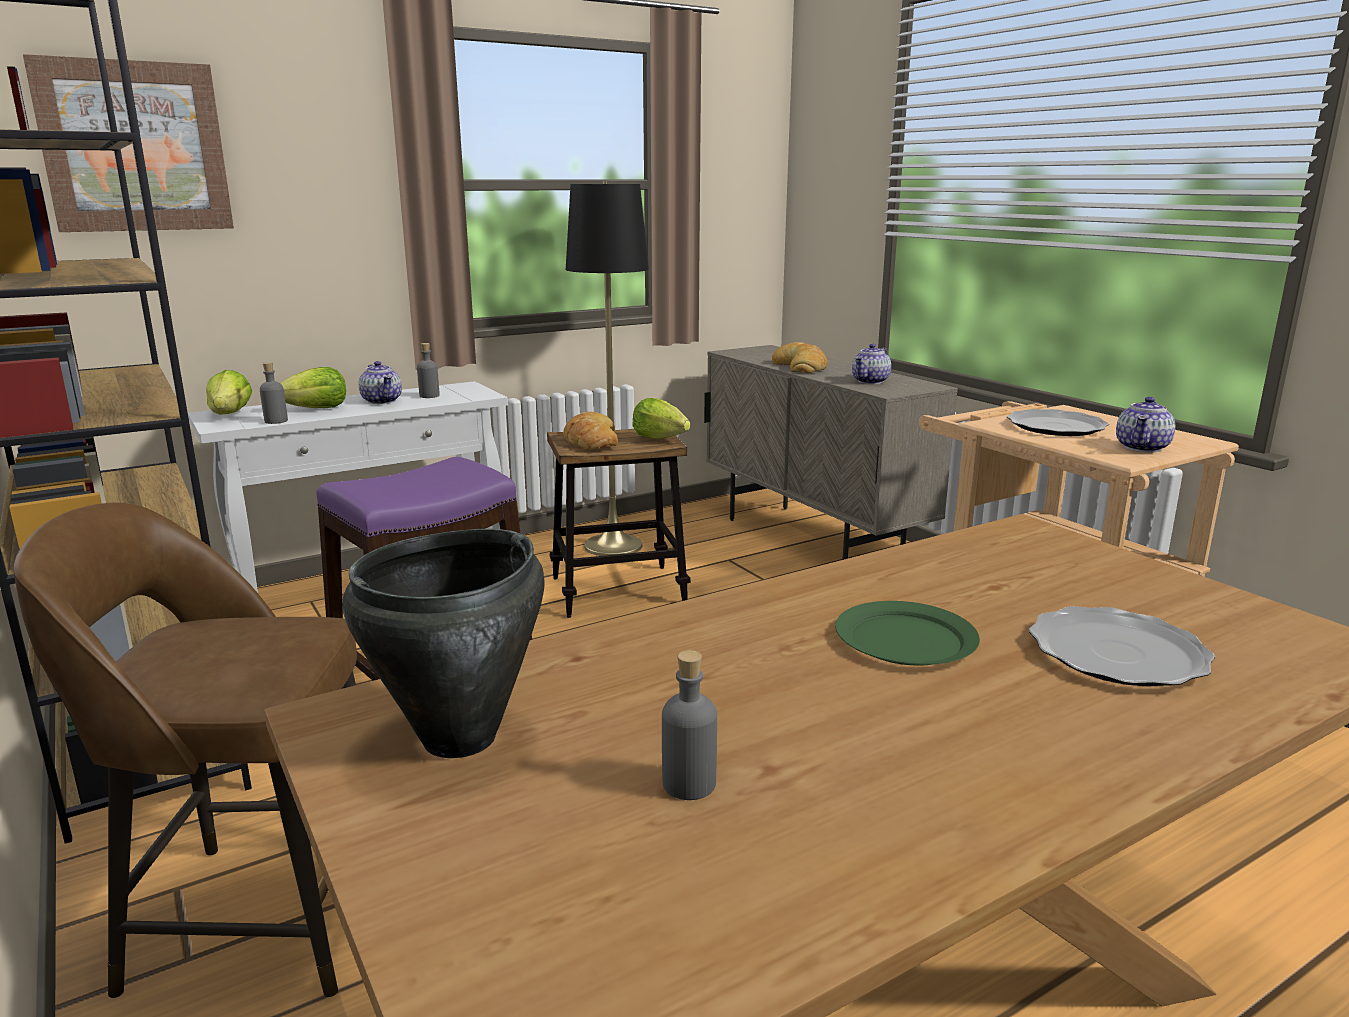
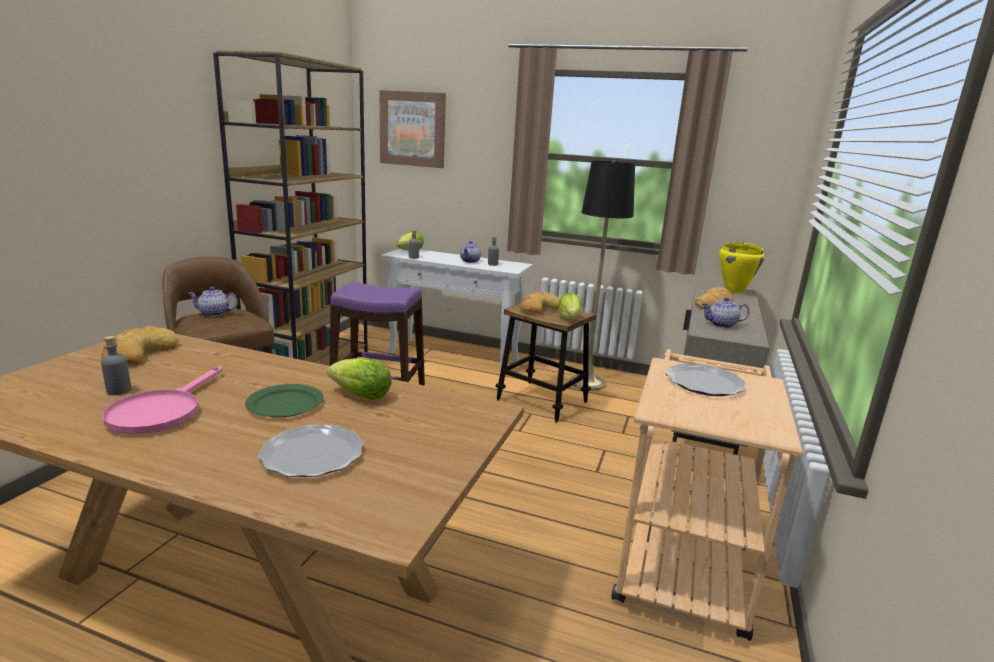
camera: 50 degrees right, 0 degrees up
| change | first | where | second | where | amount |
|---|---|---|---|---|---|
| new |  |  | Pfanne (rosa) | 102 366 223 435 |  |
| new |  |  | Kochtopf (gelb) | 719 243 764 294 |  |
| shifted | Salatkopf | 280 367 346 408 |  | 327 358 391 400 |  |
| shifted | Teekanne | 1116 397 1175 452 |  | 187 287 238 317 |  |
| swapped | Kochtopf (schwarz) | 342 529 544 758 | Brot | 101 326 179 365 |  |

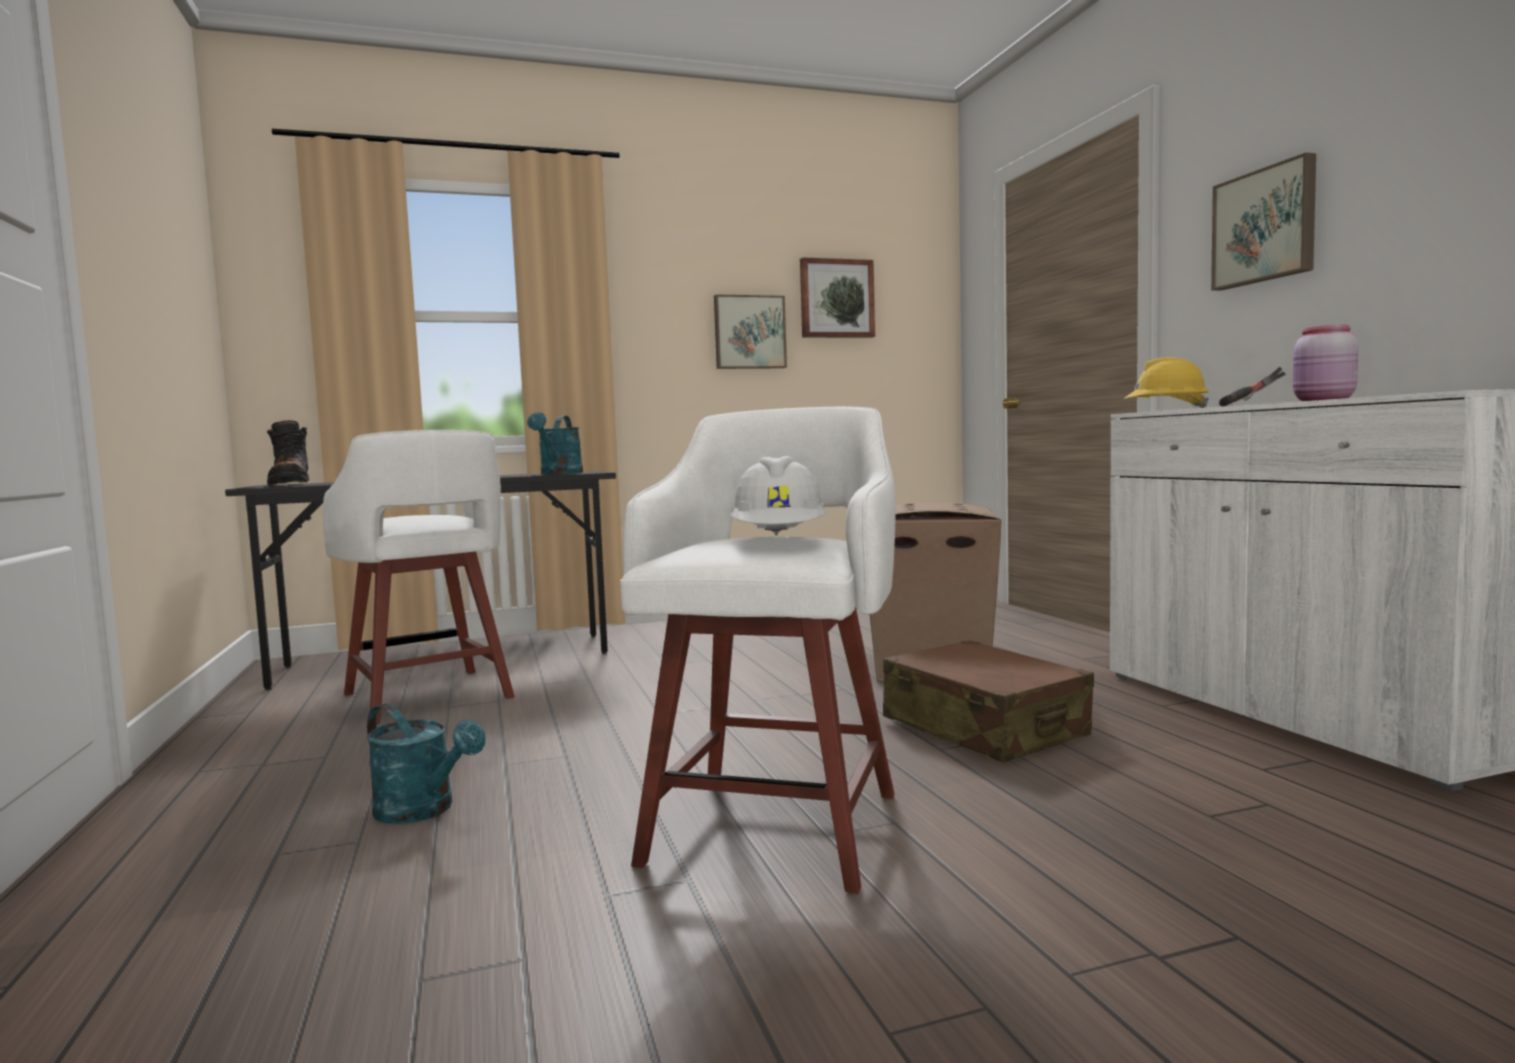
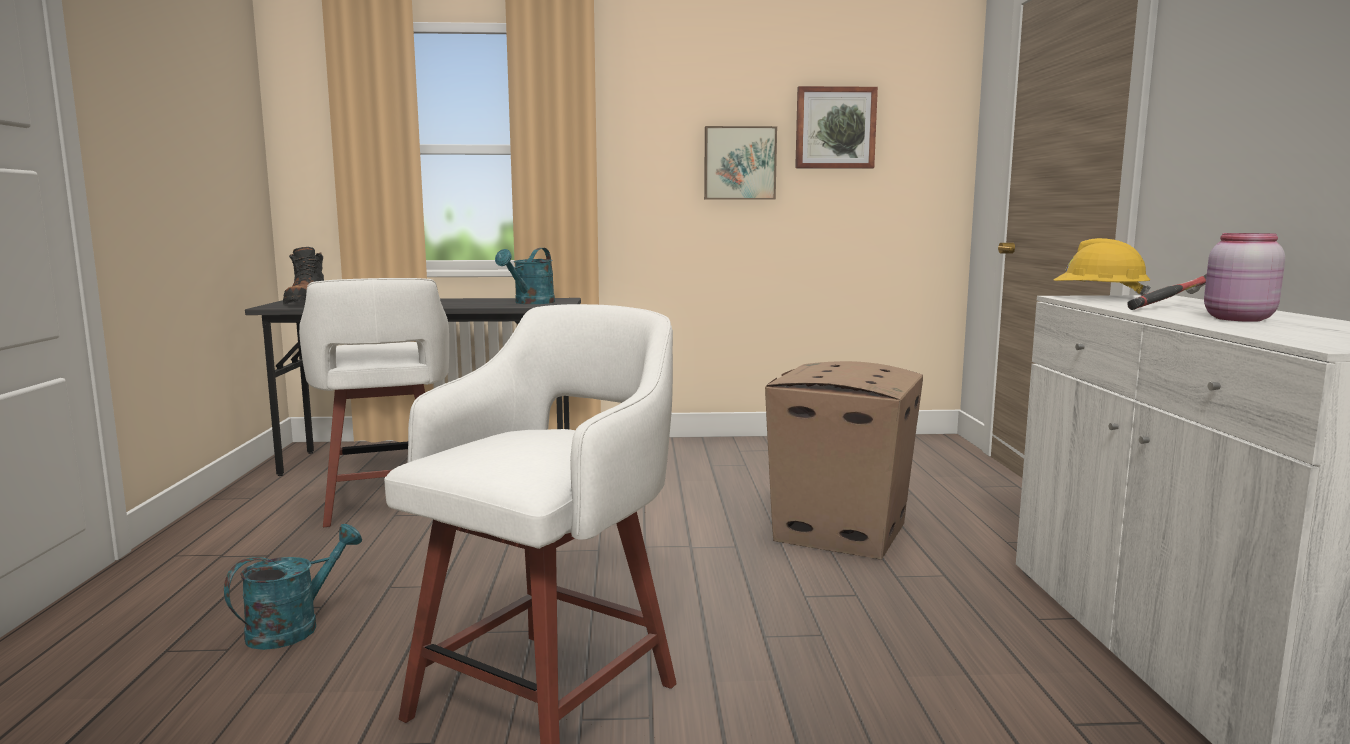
camera: 15 degrees right, 5 degrees up
| change | first | where | second | where | amount |
|---|---|---|---|---|---|
| gone | Schutzhelm (weiß) | 730 456 827 536 |  |  |  |
| gone | Koffer (braun) | 883 640 1094 762 |  |  |  |
| gone | Bild | 1211 153 1316 291 |  |  |  |
| rotated | Gießkanne (türkis) | 367 704 486 824 |  | 224 524 362 650 | 105 degrees counterclockwise |

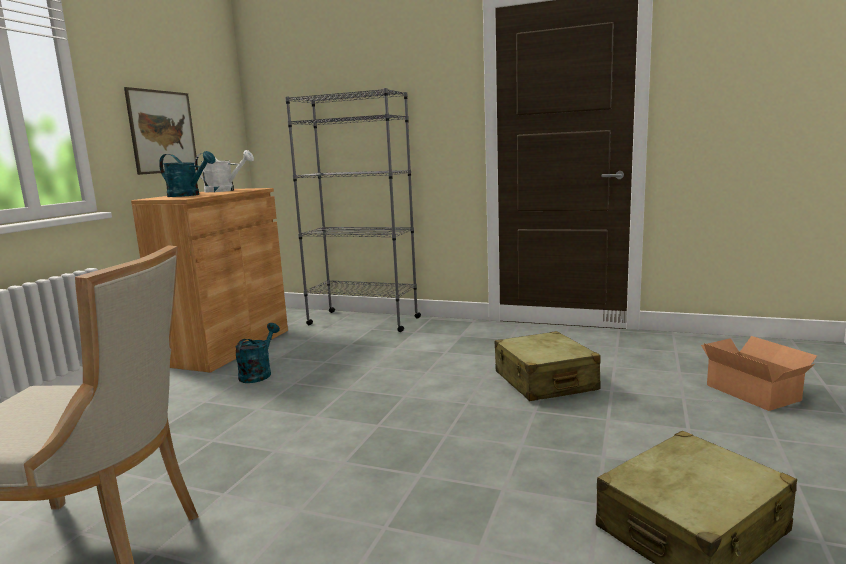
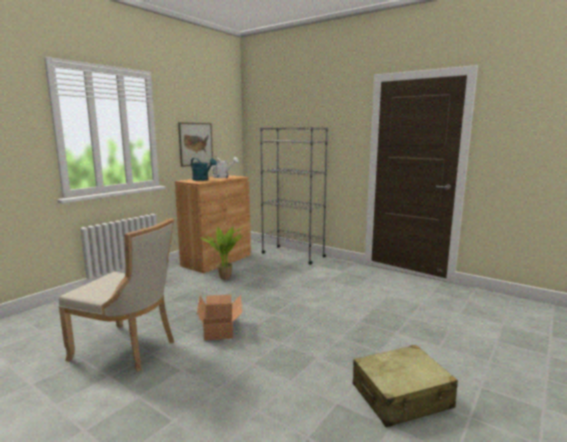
camera: 15 degrees right, 0 degrees up
| change | first | where | second | where | amount |
|---|---|---|---|---|---|
| gone | Koffer (beige) | 495 331 601 401 |  |  |  |
| shifted | Karton | 701 336 817 411 |  | 197 294 242 340 |  |
| swapped | Gießkanne (türkis) | 236 323 280 383 | Topfpflanze | 200 226 244 280 |  |

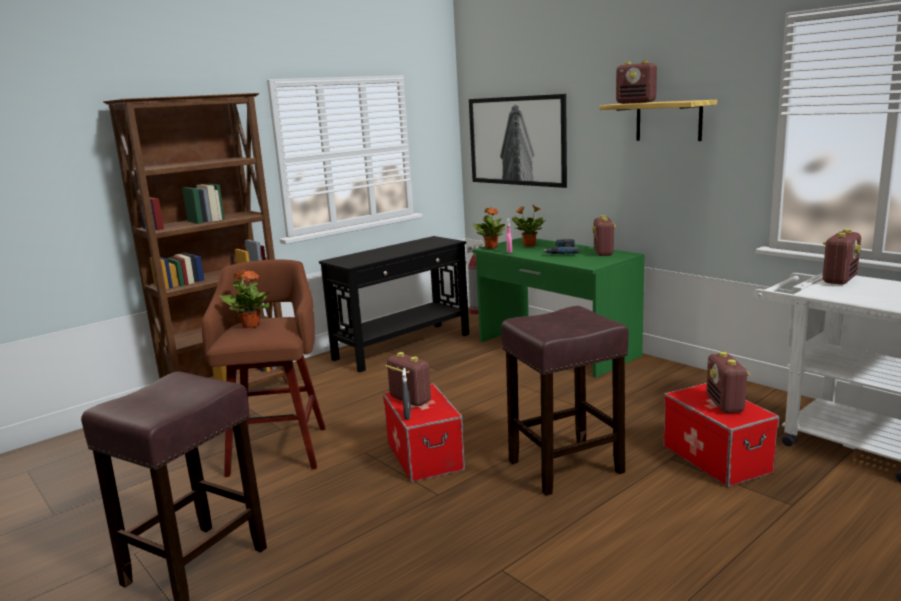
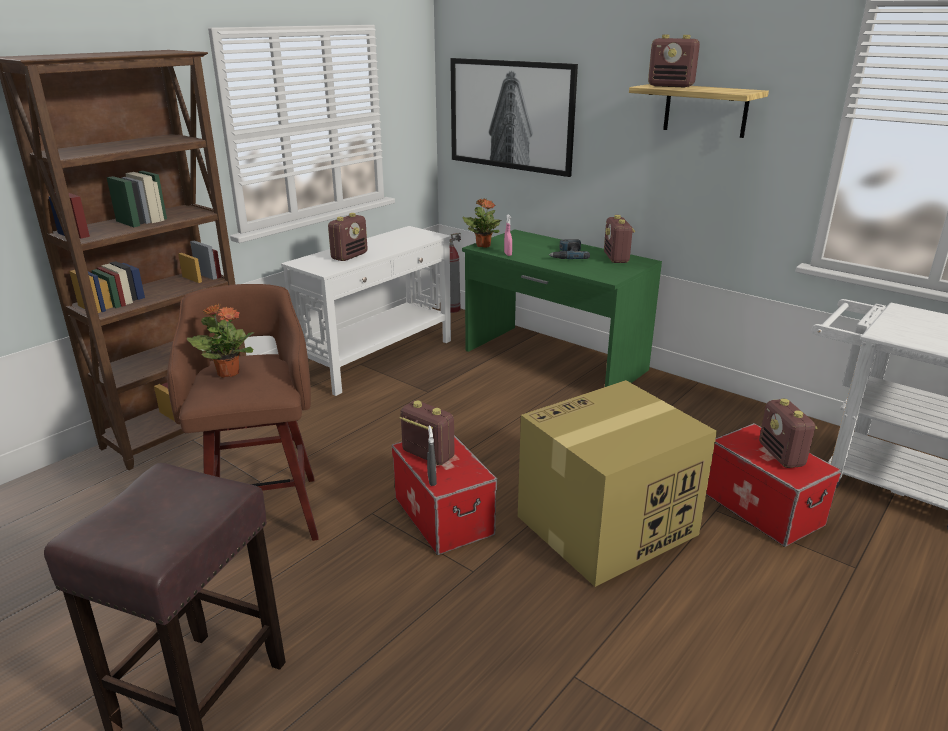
camera: 10 degrees left, 10 degrees up
| change | first | where | second | where | amount |
|---|---|---|---|---|---|
| gone | Topfpflanze | 512 205 546 247 |  |  |  |
| shifted | Radio | 823 229 861 285 |  | 328 213 368 261 |  |
| swapped | Hocker (braun) | 501 306 629 496 | Karton | 518 380 717 587 |  |
| repainted | Konsolentisch (schwarz) | 319 236 469 373 | Konsolentisch (weiß) | 281 226 451 396 |  |

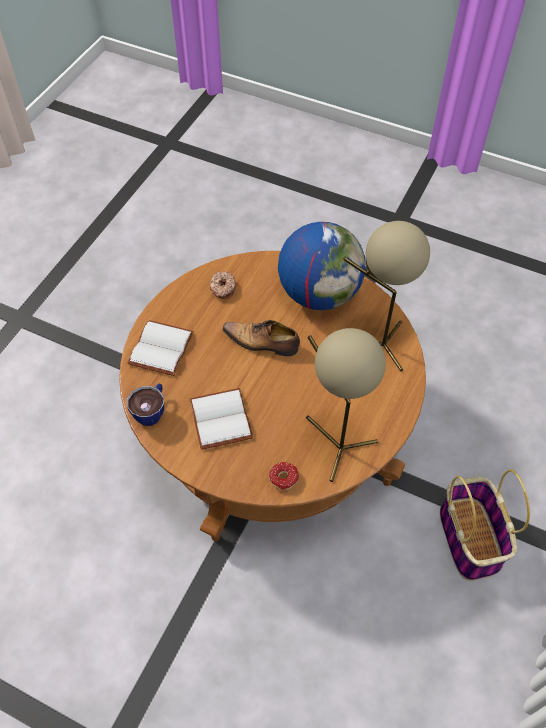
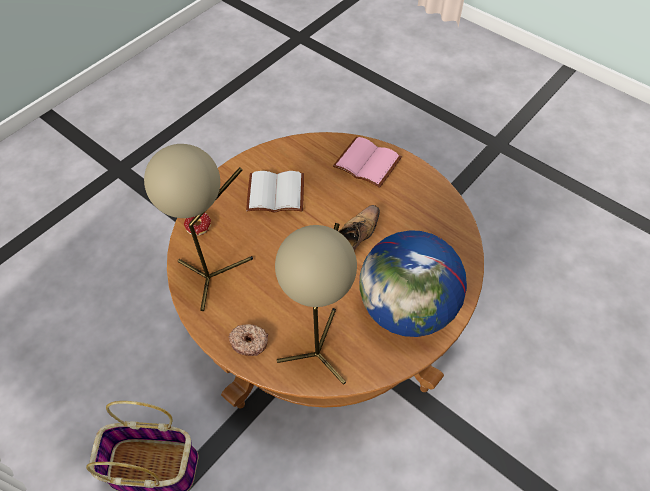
camera: 105 degrees right, 0 degrees up
| change | first | where | second | where | amount |
|---|---|---|---|---|---|
| gone | Tasse | 127 383 164 426 |  |  |  |
| shifted | Donut | 210 271 237 299 |  | 229 324 268 356 |  |
| repainted | Buch (weiß) | 127 320 194 376 | Buch (rosa) | 333 137 402 188 |  |

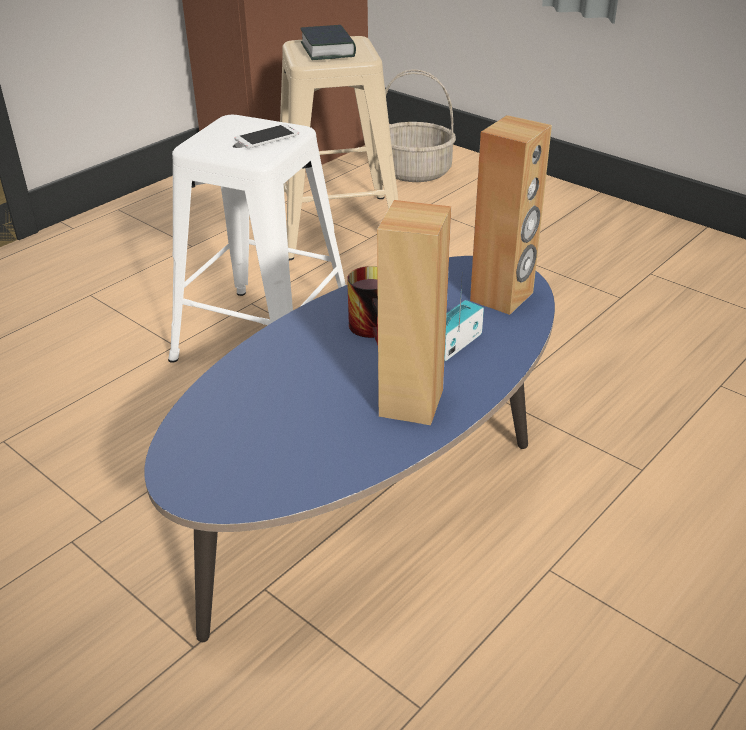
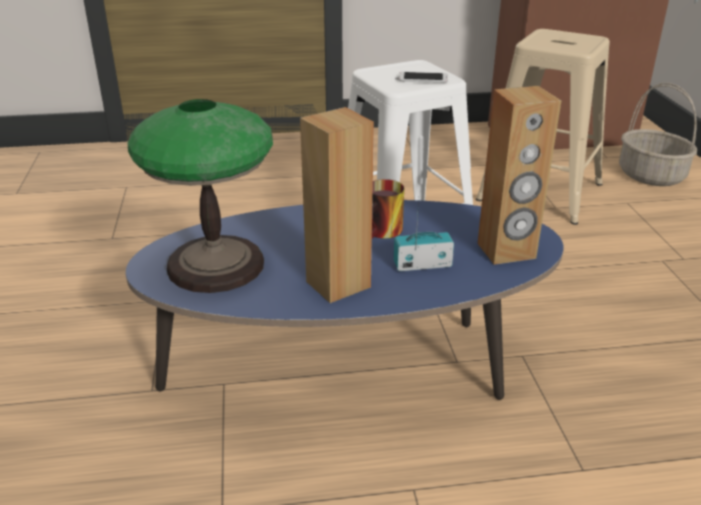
camera: 40 degrees right, 5 degrees down
| change | first | where | second | where | amount |
|---|---|---|---|---|---|
| gone | Buch | 300 25 356 60 |  |  |  |
| new |  |  | Tischlampe | 128 99 273 293 |  |

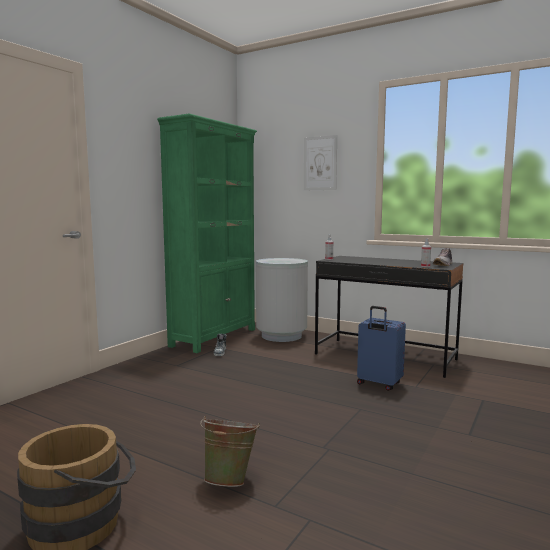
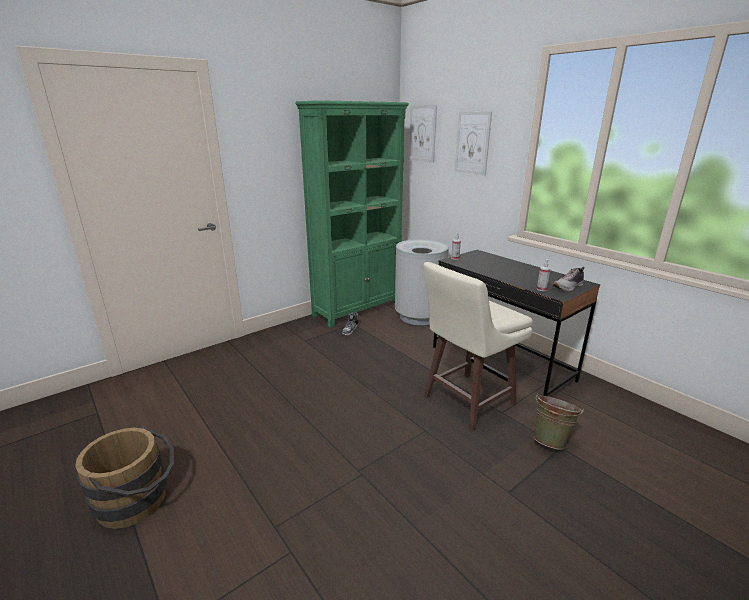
camera: 20 degrees right, 15 degrees up
| change | first | where | second | where | amount |
|---|---|---|---|---|---|
| new |  |  | Bild | 409 105 437 163 |  |
| shifted | Eimer (grün) | 200 416 260 487 |  | 534 393 584 450 |  |
| swapped | Koffer (blau) | 357 306 406 391 | Hocker (beige) | 423 262 533 431 |  |

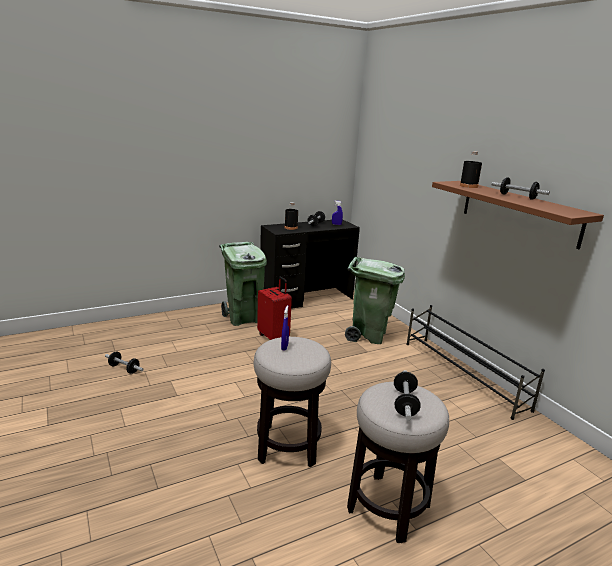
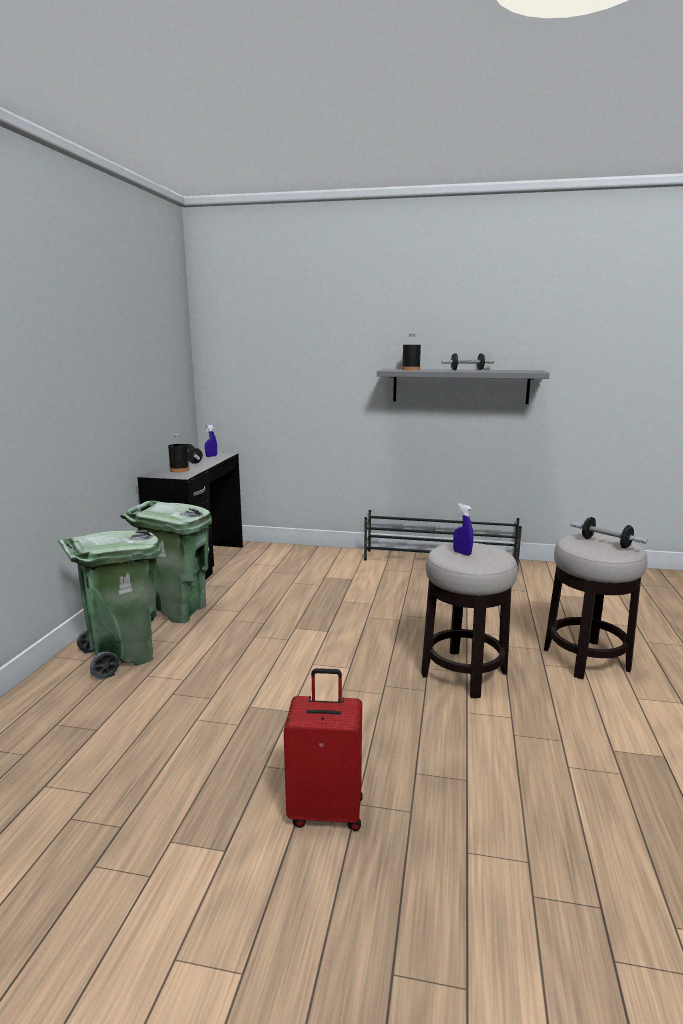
camera: 50 degrees left, 5 degrees down
| change | first | where | second | where | amount |
|---|---|---|---|---|---|
| gone | Hantel | 105 351 144 374 |  |  |  |
| shifted | Koffer (rot) | 257 277 292 340 |  | 284 668 363 831 |  |
| shifted | Mülleimer (grün) | 345 257 405 344 |  | 58 530 161 680 |  |
| repainted | Wandregal (braun) | 432 181 604 249 | Wandregal (grau) | 377 369 550 404 |  |

